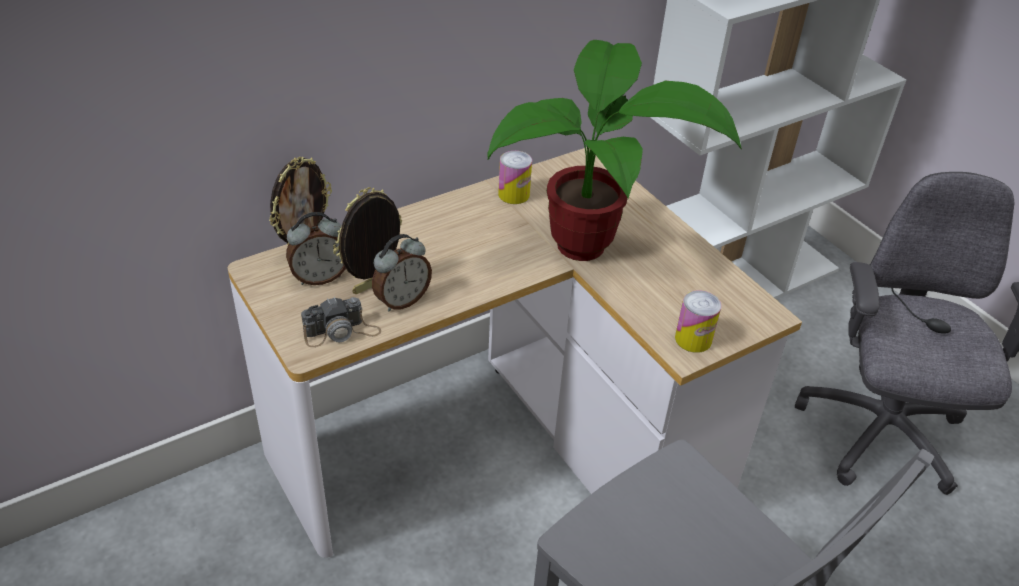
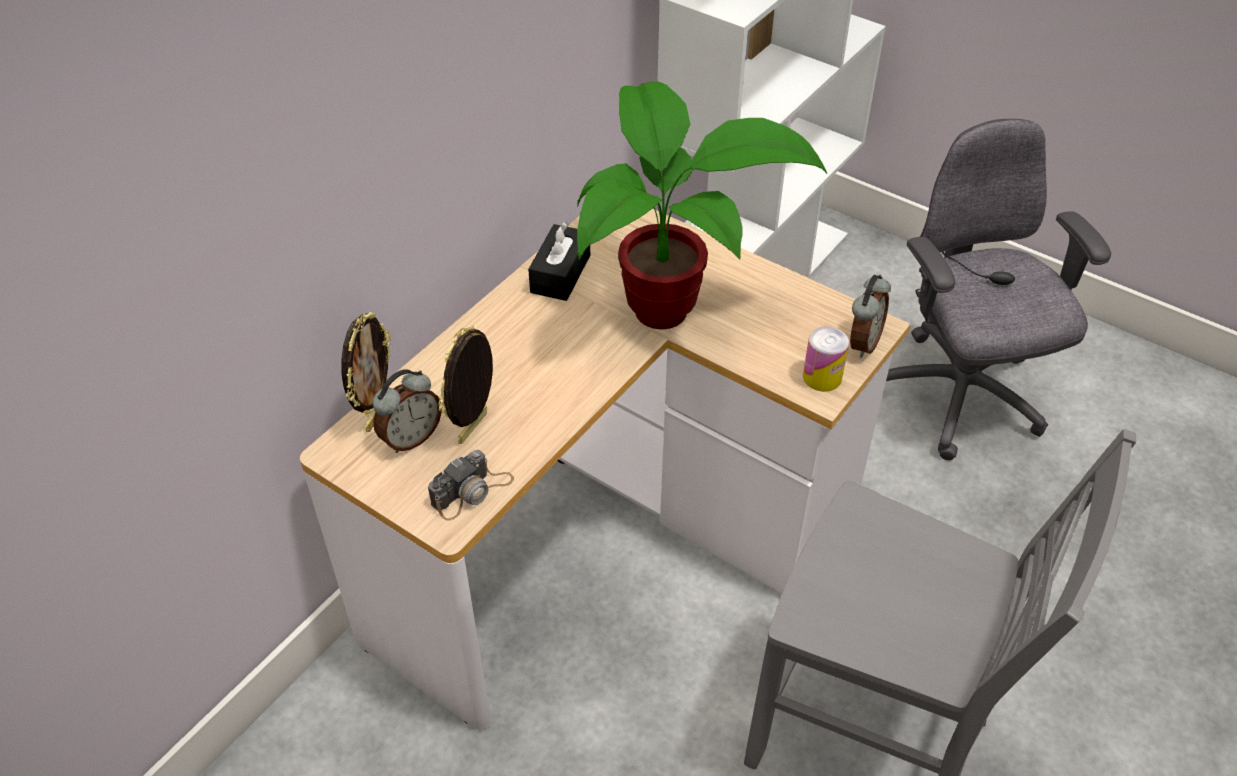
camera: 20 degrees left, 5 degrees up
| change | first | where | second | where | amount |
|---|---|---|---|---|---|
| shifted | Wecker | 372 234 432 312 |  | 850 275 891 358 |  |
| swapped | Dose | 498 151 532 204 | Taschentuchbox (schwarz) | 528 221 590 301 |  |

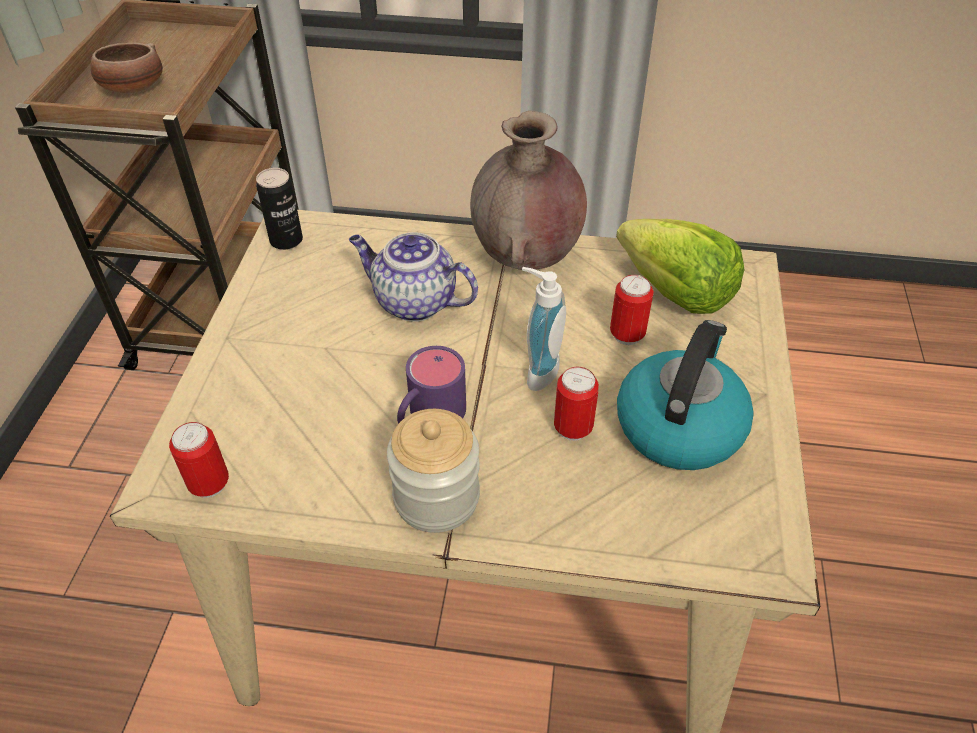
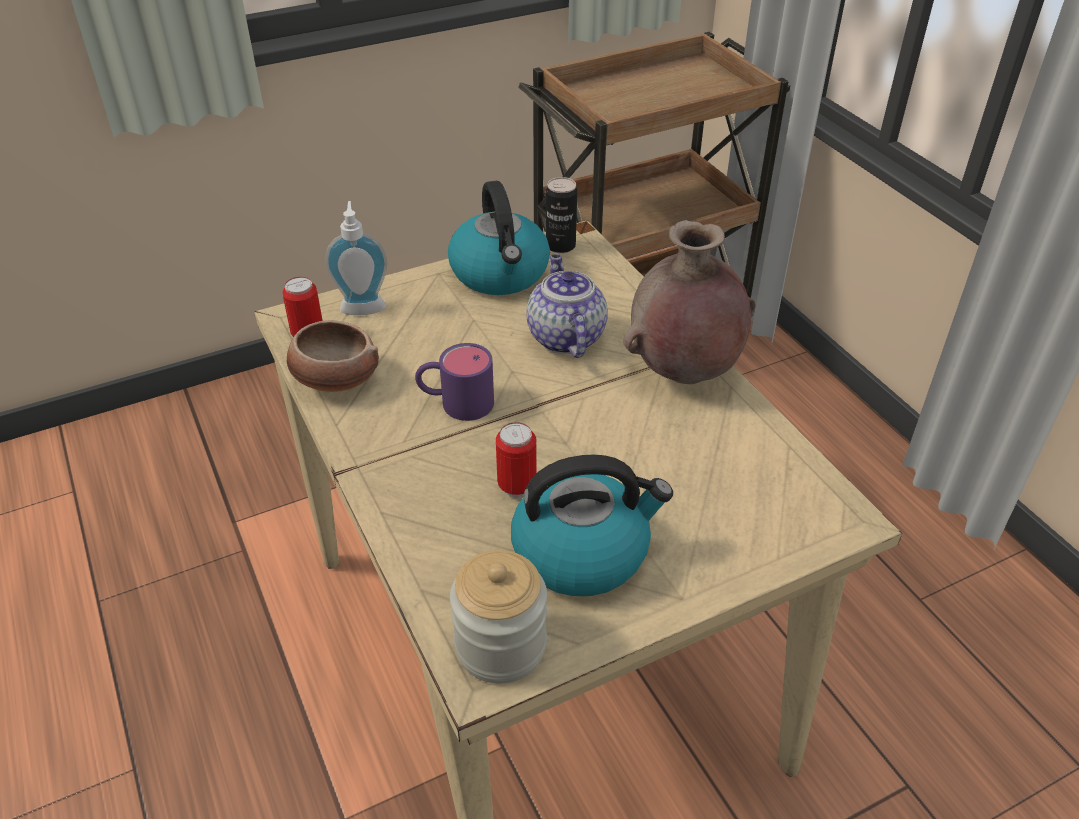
camera: 55 degrees right, 5 degrees down
| change | first | where | second | where | amount |
|---|---|---|---|---|---|
| gone | Dose | 610 275 654 345 |  |  |  |
| gone | Salatkopf | 616 219 745 314 |  |  |  |
| new |  |  | Wasserkessel | 448 181 550 295 |  |
| shifted | Schüssel | 91 43 163 93 |  | 287 320 379 392 |  |
| shifted | Vorratsglas | 387 409 480 533 |  | 450 550 547 683 |  |
| shifted | Seifenspender | 522 267 566 391 |  | 325 201 387 315 |  |

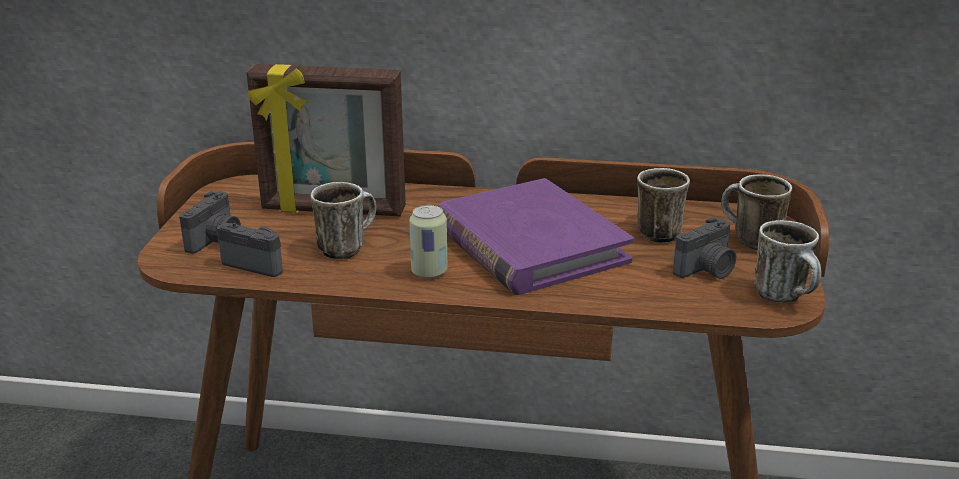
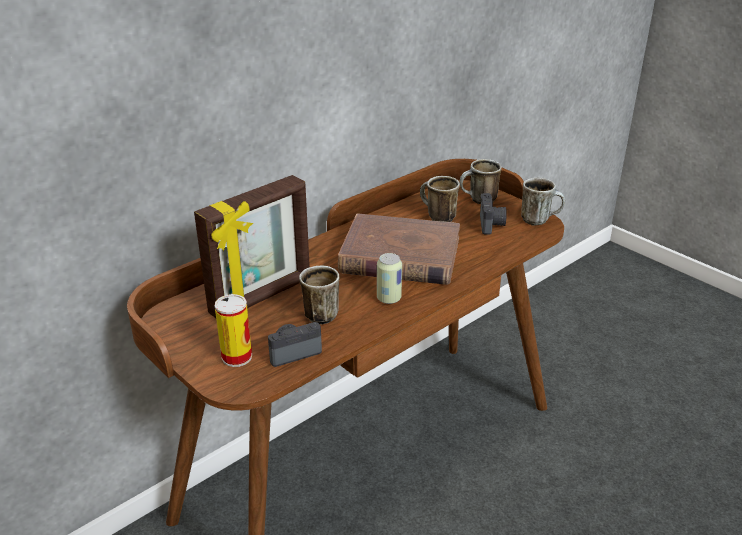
camera: 50 degrees left, 5 degrees up
| change | first | where | second | where | amount |
|---|---|---|---|---|---|
| swapped | Kamera | 179 191 241 254 | Dose | 215 294 252 367 |  |
| repainted | Buch (lila) | 439 178 634 295 | Buch (braun) | 338 213 460 285 |  |

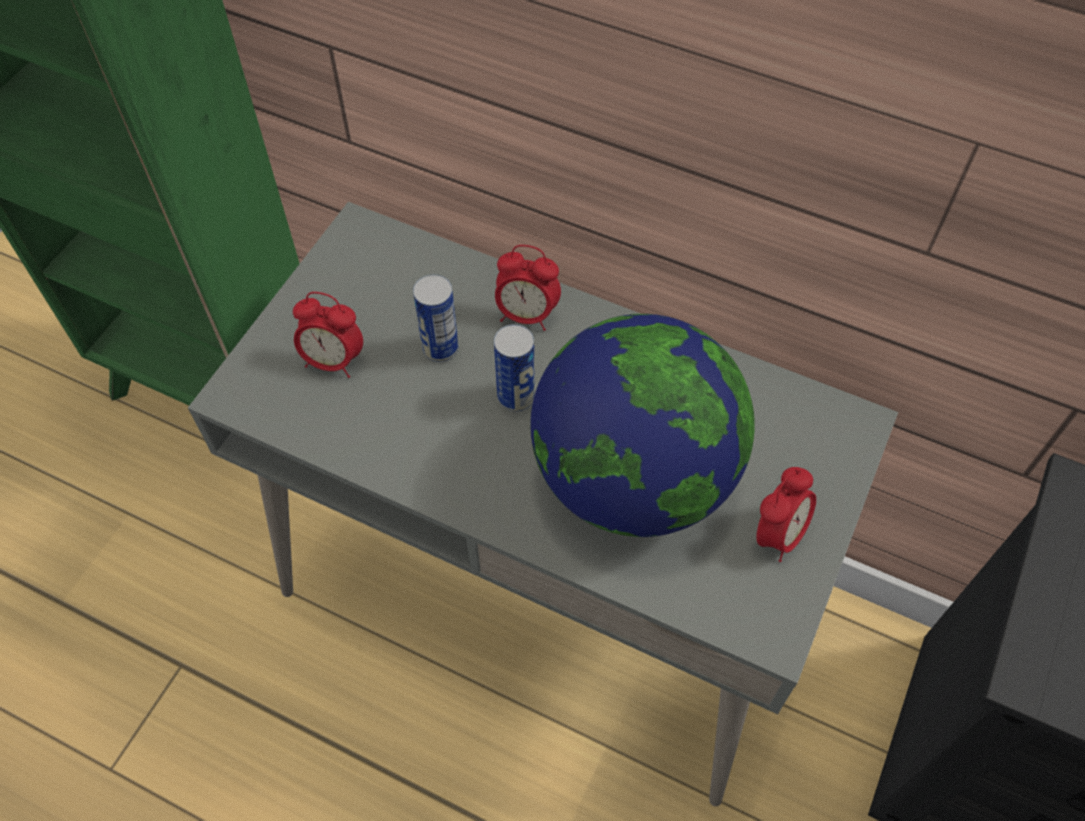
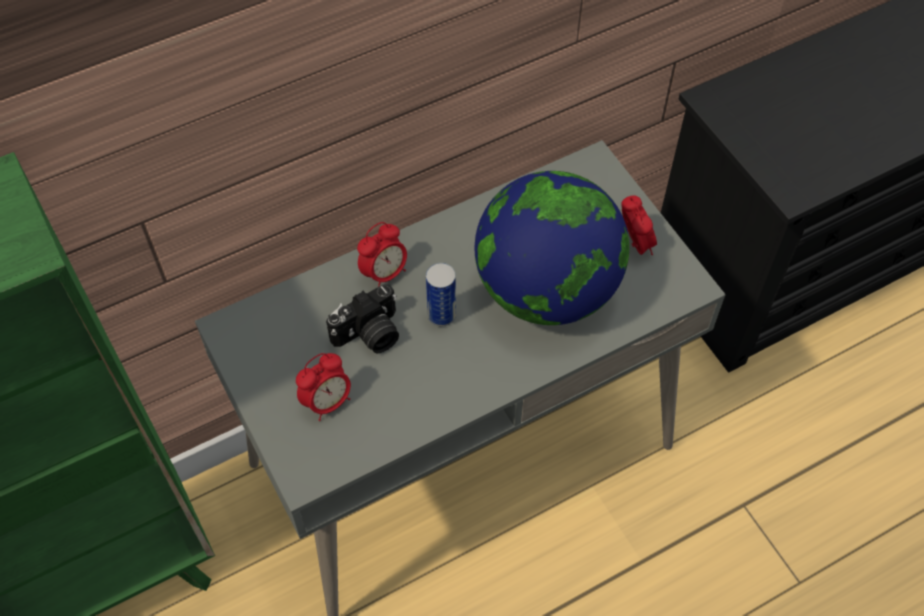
camera: 55 degrees left, 0 degrees up
| change | first | where | second | where | amount |
|---|---|---|---|---|---|
| swapped | Dose | 413 274 459 362 | Kamera | 326 284 399 353 |  |

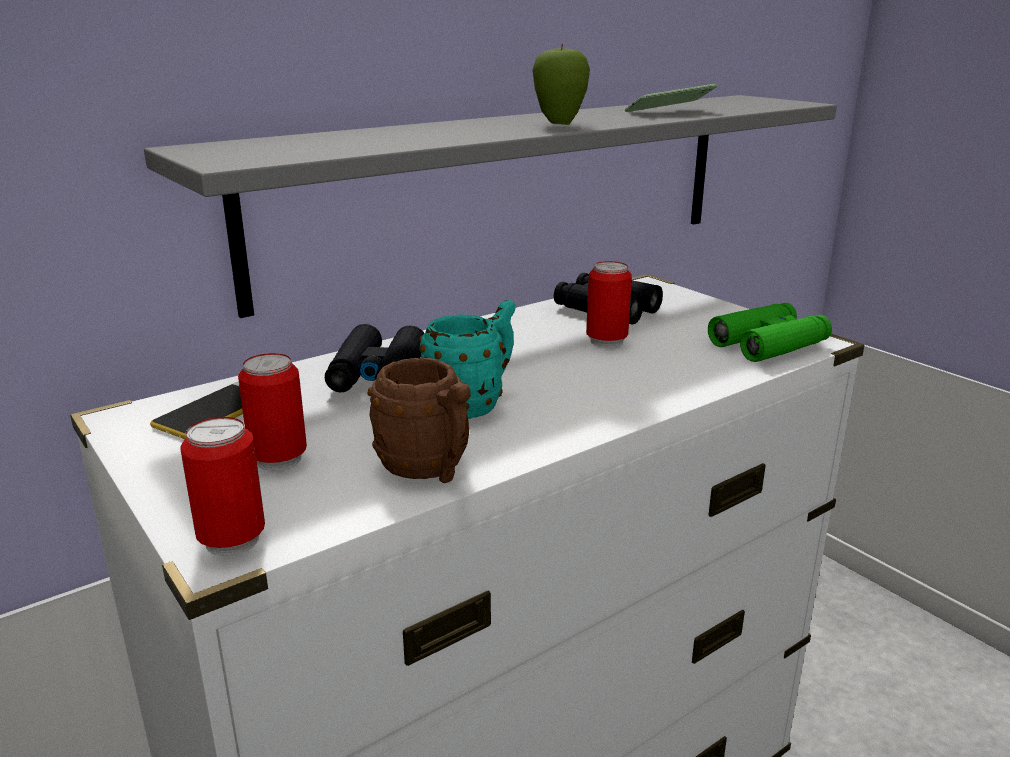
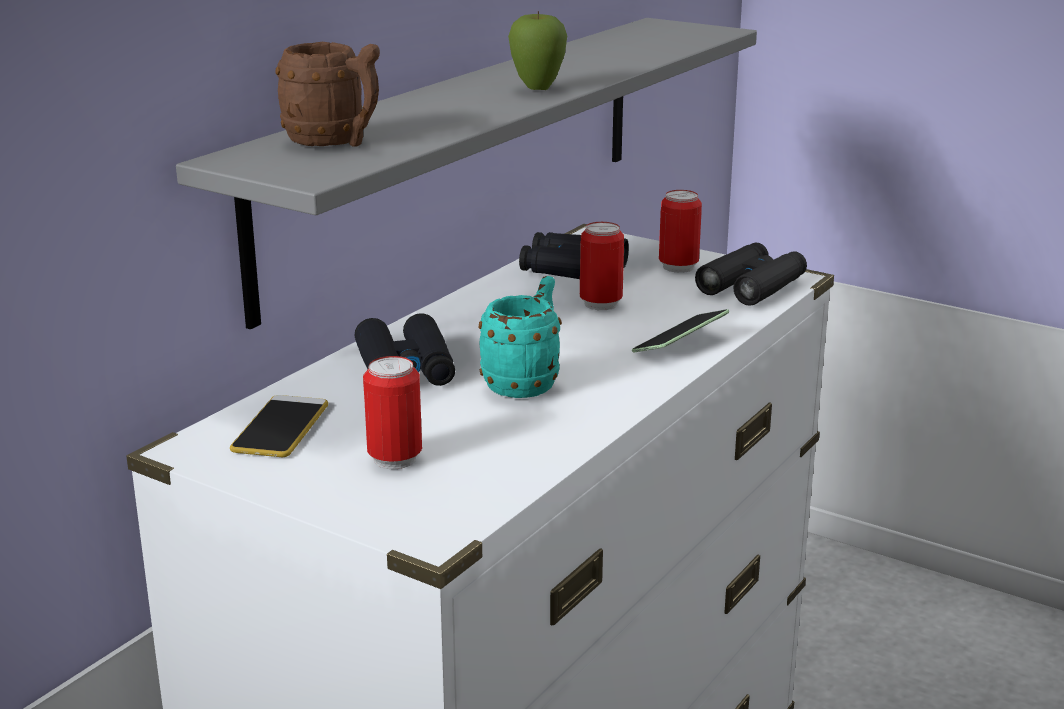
camera: 20 degrees left, 0 degrees up
| change | first | where | second | where | amount |
|---|---|---|---|---|---|
| shifted | Dose | 180 417 265 556 |  | 659 190 702 273 |  |
| shifted | Henkelbecher (braun) | 367 358 471 483 |  | 275 42 380 147 |  |
| shifted | Handy | 625 84 717 112 |  | 632 309 729 352 |  |
| repainted | Fernglas (grün) | 708 303 832 362 | Fernglas (schwarz) | 695 243 807 306 |  |

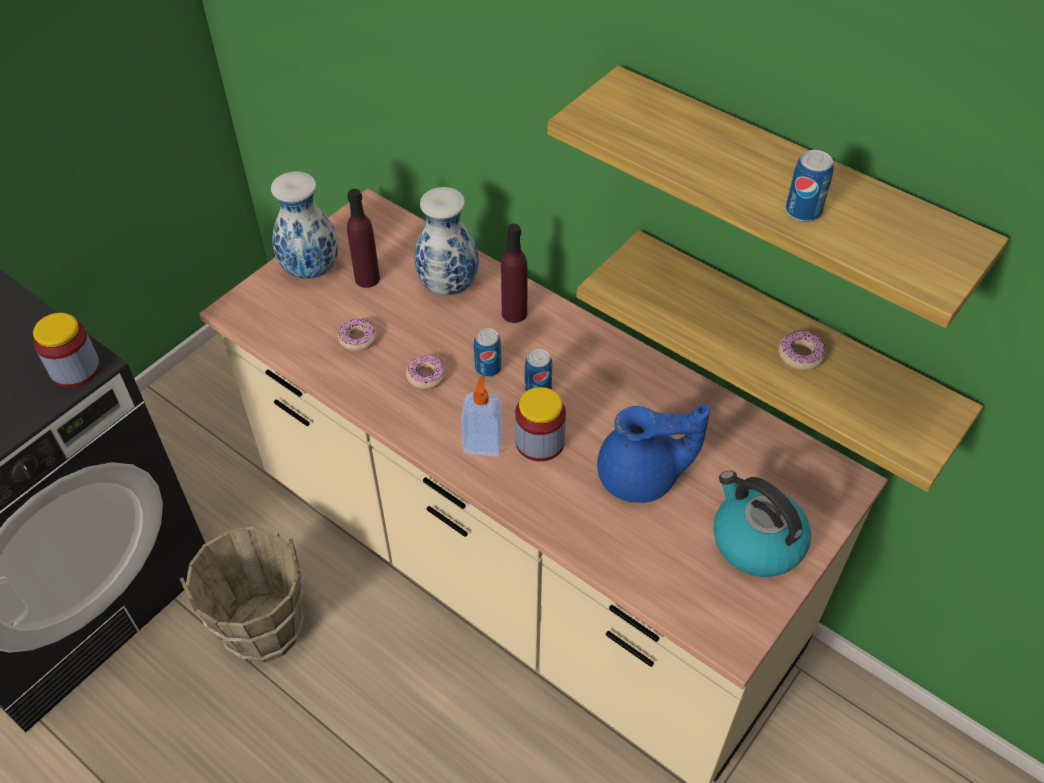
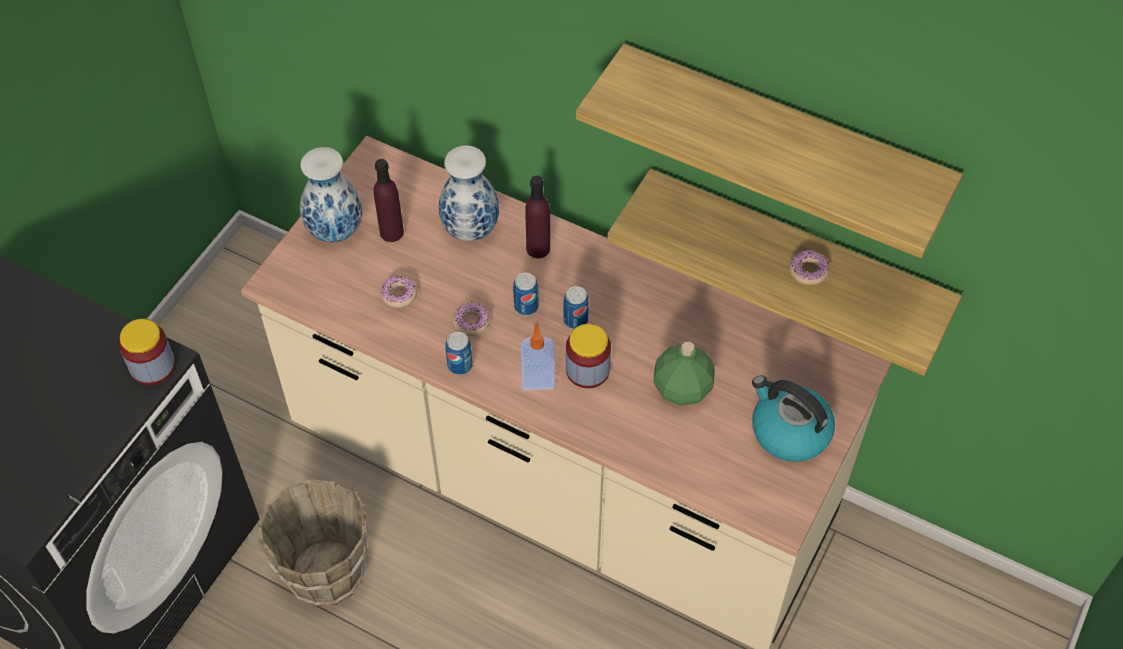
camera: 10 degrees left, 5 degrees up
| change | first | where | second | where | amount |
|---|---|---|---|---|---|
| shifted | Dose | 786 150 834 222 |  | 445 332 473 375 |  |
| swapped | Teekanne (blau) | 597 405 710 503 | Flasche (grün) | 653 341 715 406 |  |

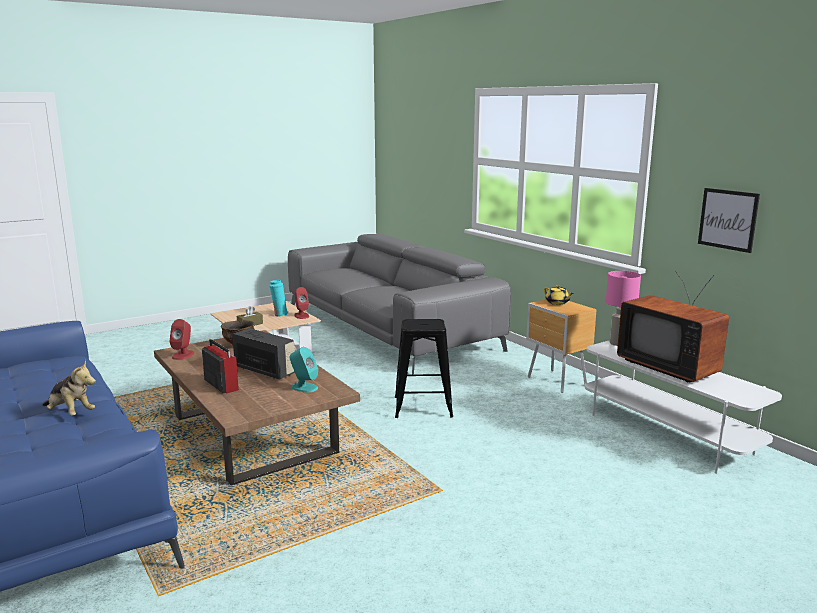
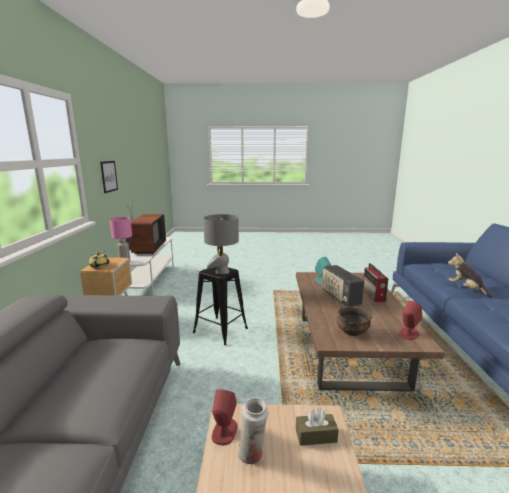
camera: 145 degrees left, 0 degrees up
| change | first | where | second | where | amount |
|---|---|---|---|---|---|
| new |  |  | Tischlampe (grau) | 203 214 239 274 |  |
| repainted | Vase (türkis) | 269 280 288 317 | Vase (weiß) | 237 397 269 464 |  |

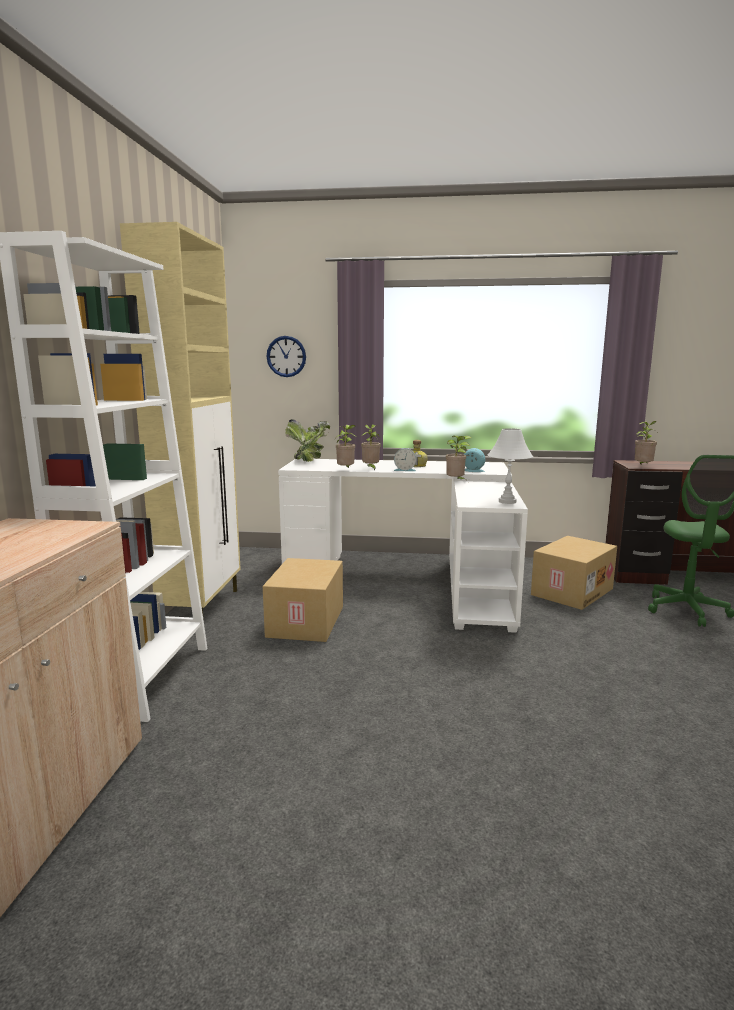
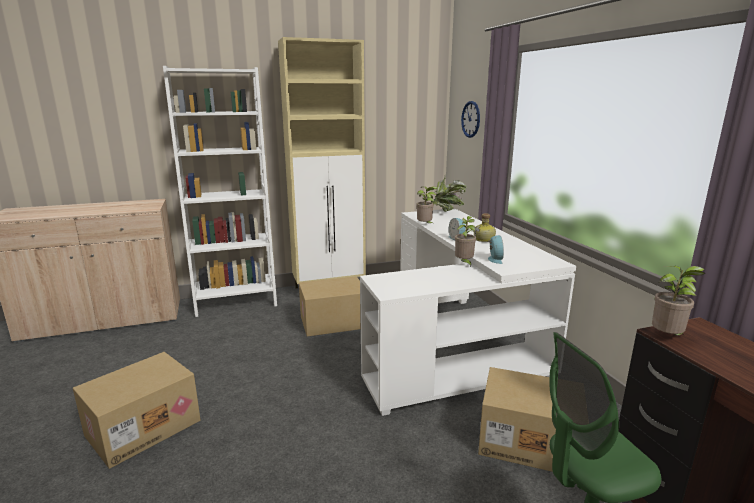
camera: 65 degrees right, 5 degrees up
| change | first | where | second | where | amount |
|---|---|---|---|---|---|
| gone | Topfpflanze | 361 424 381 471 |  |  |  |
| gone | Tischlampe (weiß) | 488 428 533 504 |  |  |  |
| new |  |  | Karton | 73 352 201 469 |  |

